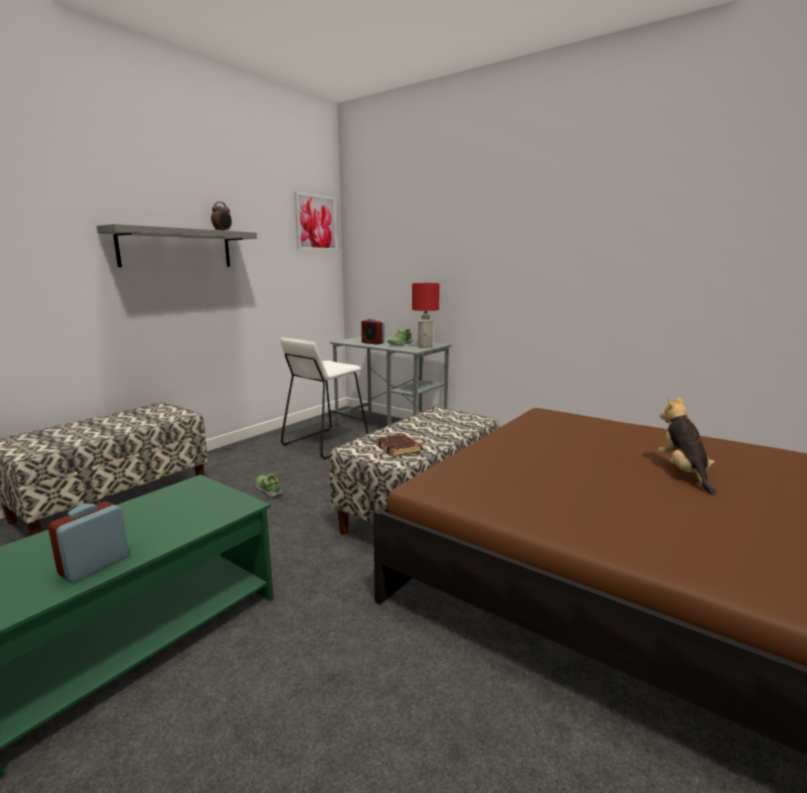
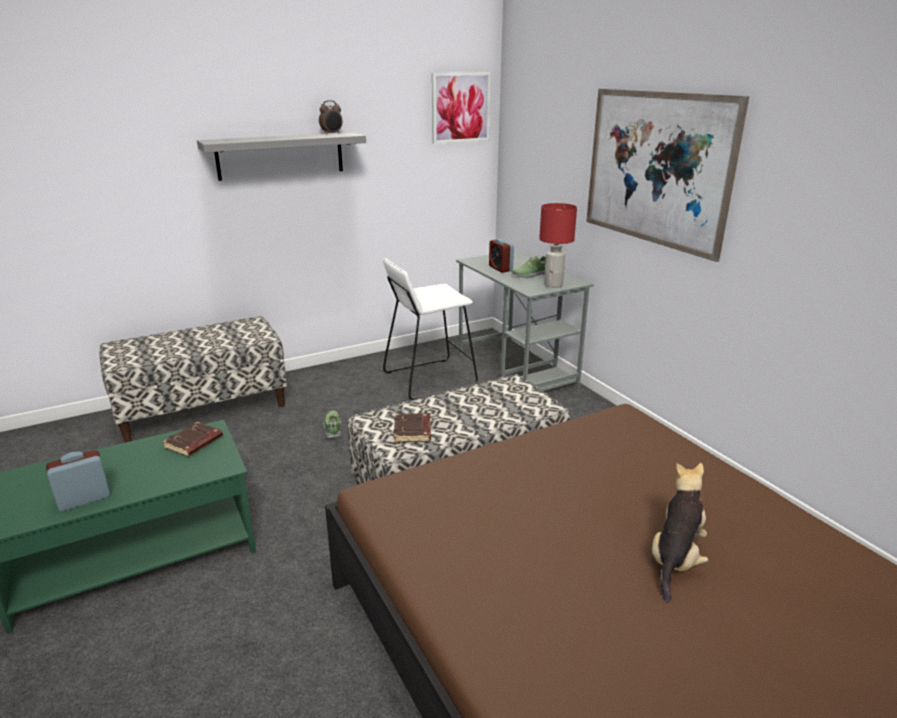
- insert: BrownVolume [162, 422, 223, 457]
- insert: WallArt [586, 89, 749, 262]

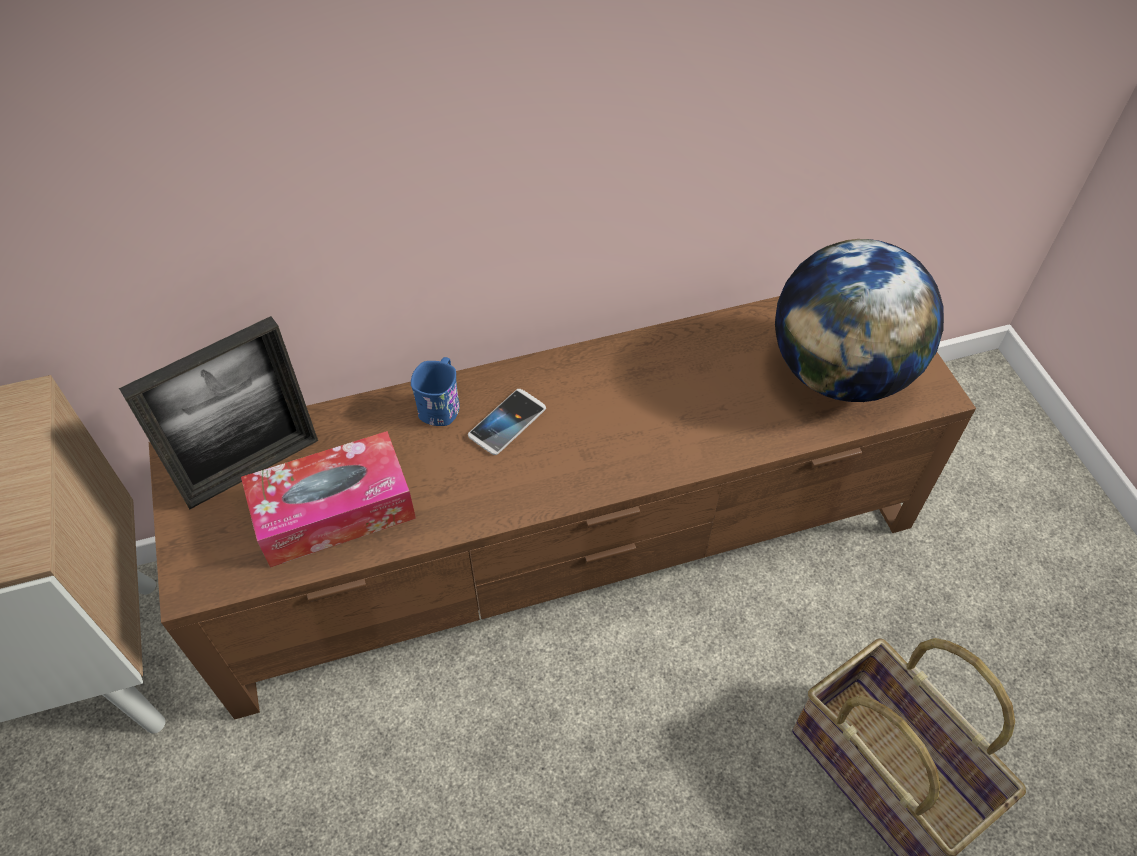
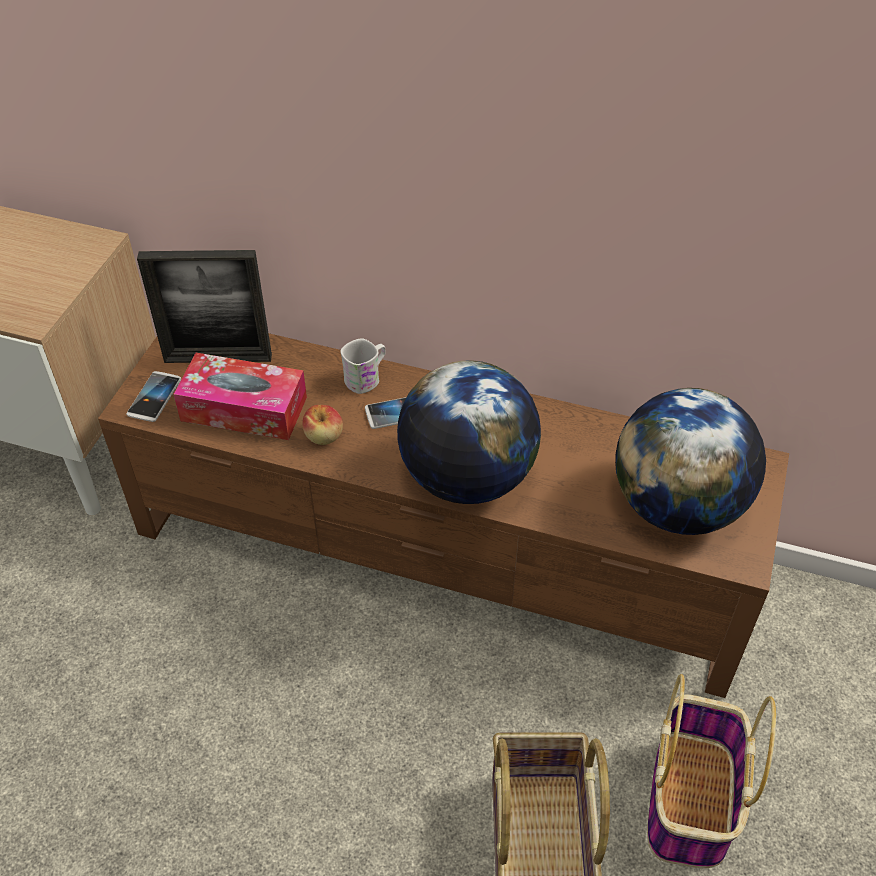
- insert: Handset [126, 371, 181, 422]
- insert: AppleFruit [302, 405, 343, 445]
- recolor: BlueMug [411, 357, 460, 426] to WhiteMug [340, 338, 385, 394]
- insert: WorldGlobe [397, 360, 541, 504]
- insert: HouseholdBasket [647, 674, 776, 868]

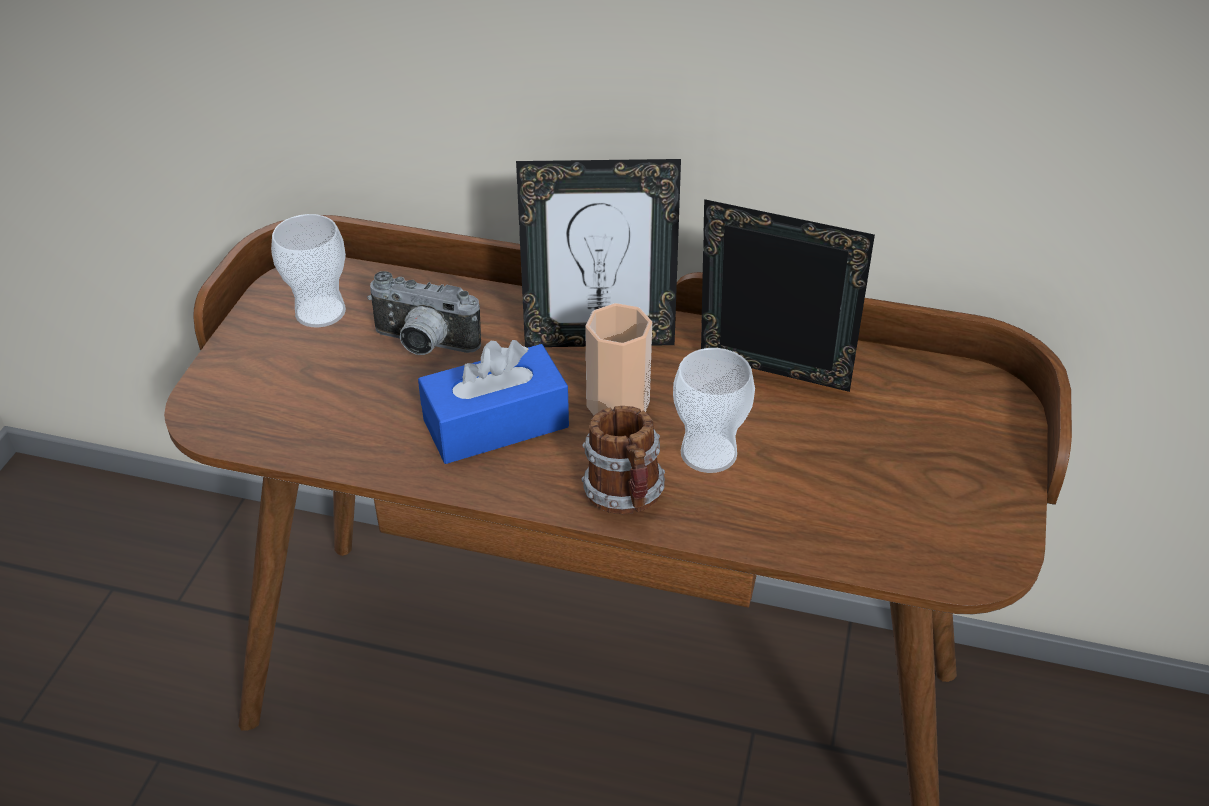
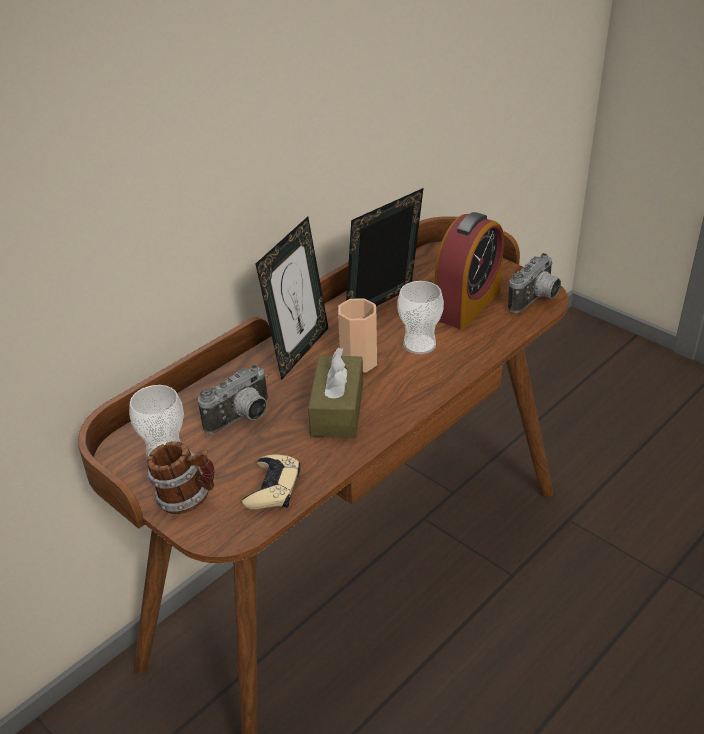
- move: Mug [581, 406, 665, 514] to [147, 442, 215, 514]
- insert: BeigeGamepad [242, 454, 300, 510]
- recolor: BlueTissueHolder [418, 340, 569, 464] to BrownTissueHolder [308, 347, 363, 438]
- insert: AlarmClock [435, 212, 504, 329]
- insert: PhotoCamera [508, 253, 561, 313]

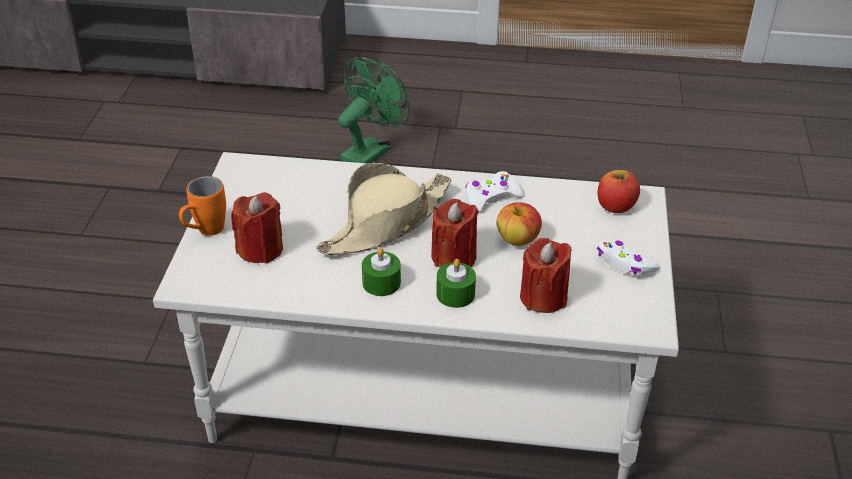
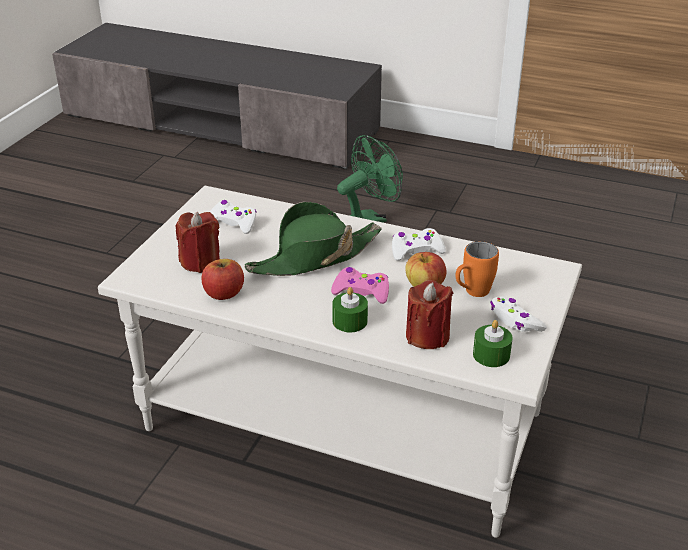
- move: AppleFruit [597, 170, 640, 213] to [201, 259, 244, 300]
- insert: WhiteGamepad [210, 200, 256, 234]
- recolor: BeigeHat [316, 163, 451, 255] to GreenHat [245, 202, 381, 276]
- replace: ReddishCandle [431, 199, 479, 267] to PinkColouredGamepad [331, 267, 389, 304]
- move: OrangeyMug [179, 176, 226, 236] to [456, 241, 499, 297]
- move: GreenCandle [362, 248, 401, 296] to [473, 320, 513, 367]

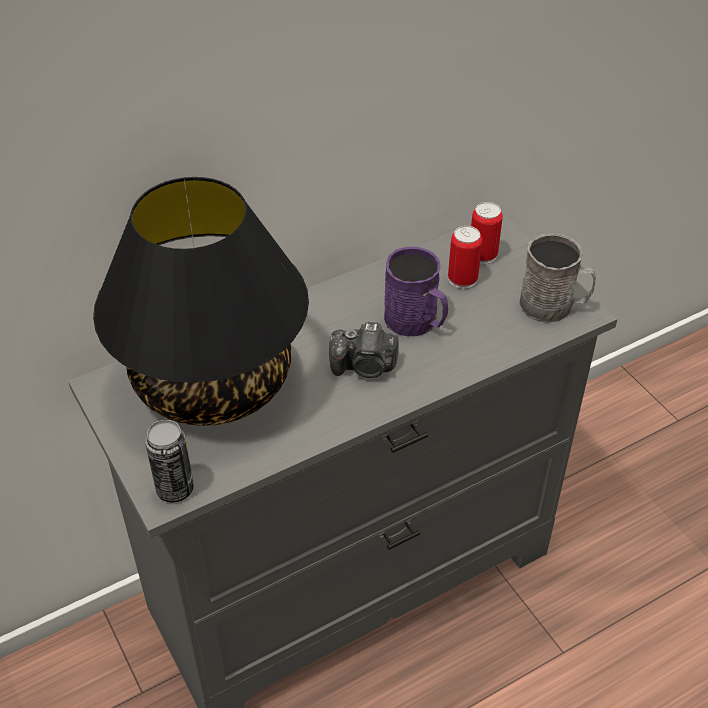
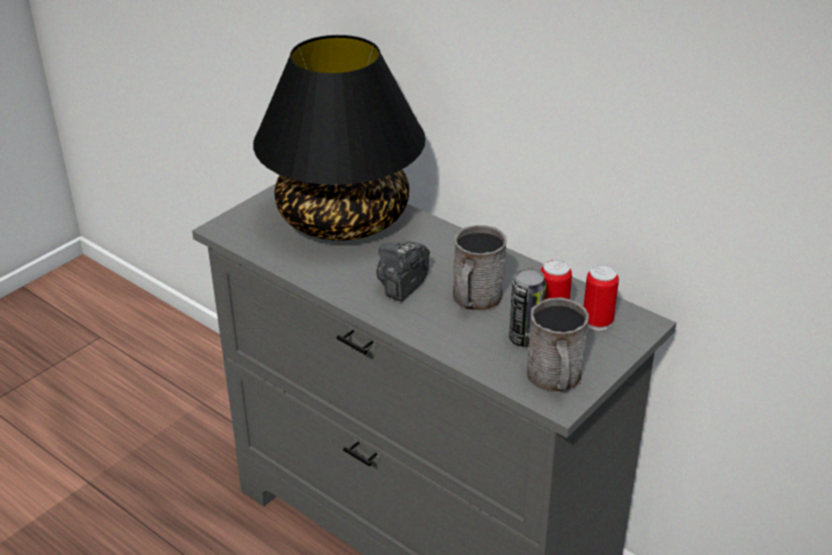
- rotate: PhotoCamera [329, 322, 399, 378] = [376, 241, 430, 302] 45 degrees clockwise
- recolor: PurpleColouredMug [384, 246, 448, 336] to GreyMug [453, 225, 507, 312]
- move: Can [145, 420, 194, 502] to [509, 268, 546, 347]

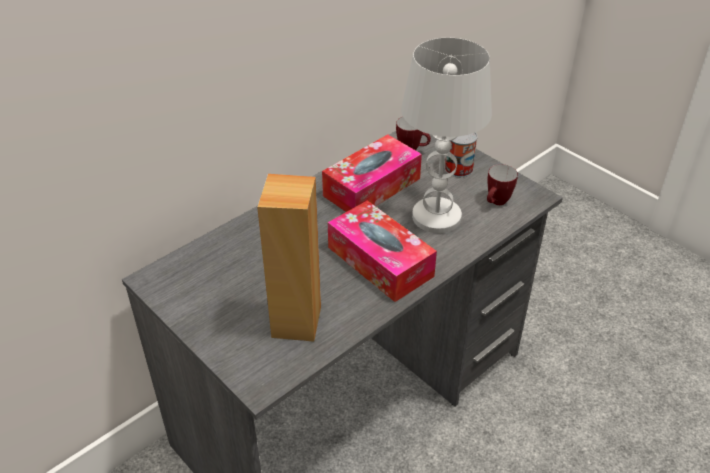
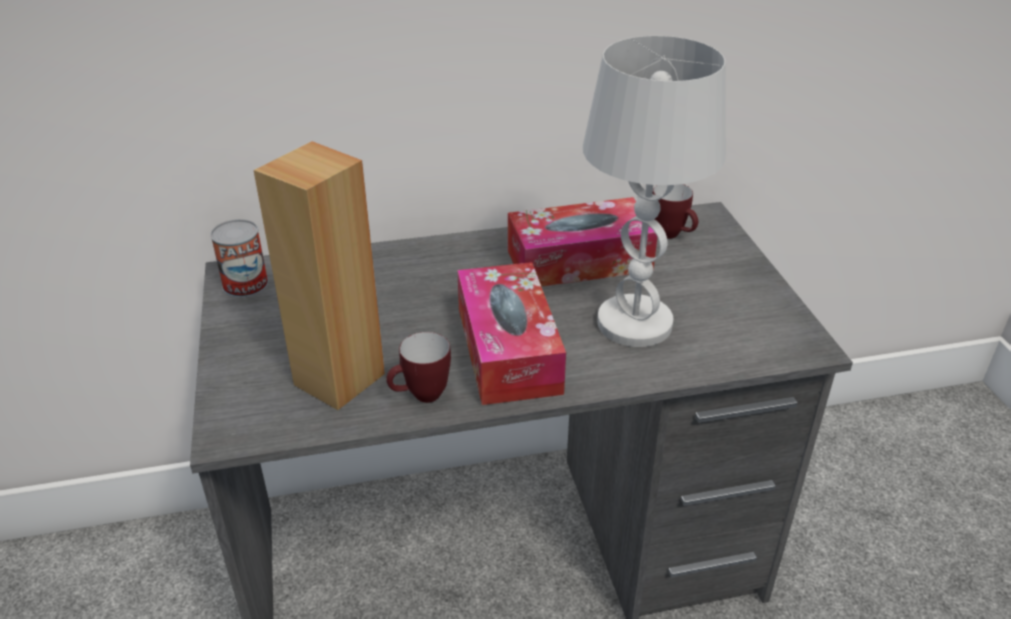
- move: Can [444, 133, 478, 177] to [210, 219, 268, 298]
- move: Mug [487, 164, 518, 205] to [386, 332, 451, 403]

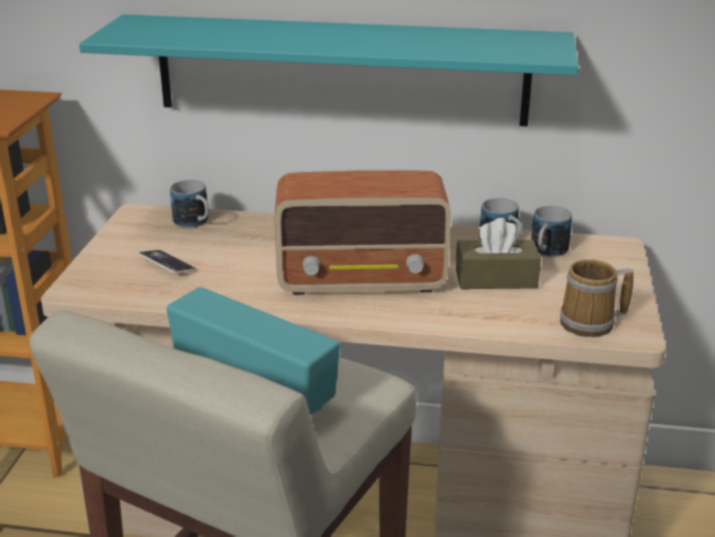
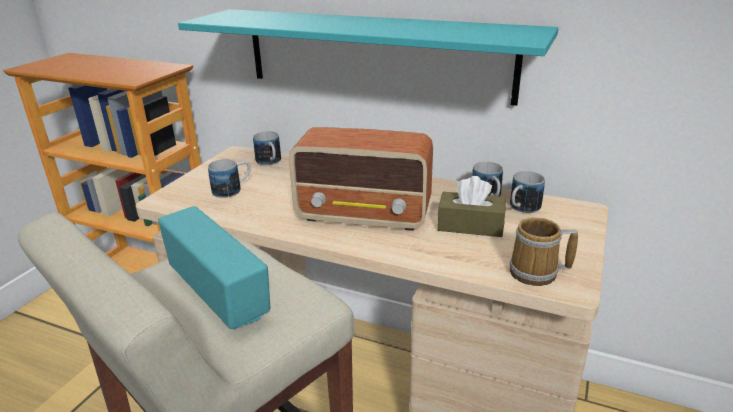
- replace: Handset [138, 250, 197, 274] to Mug [208, 159, 251, 198]

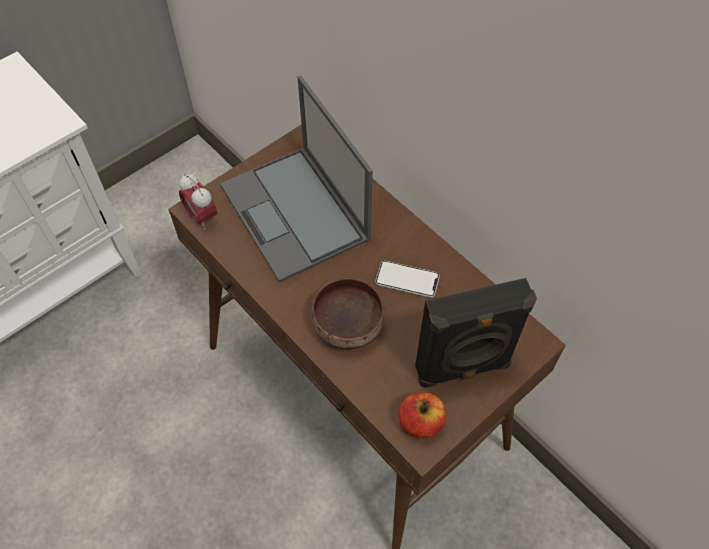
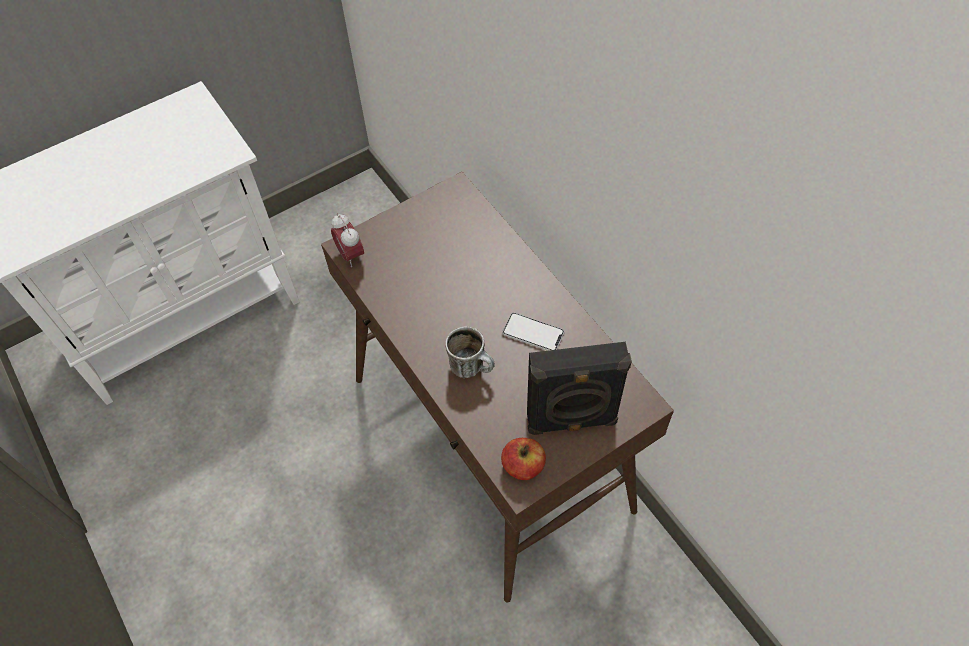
- replace: BrownServingBowl [311, 278, 385, 349] to Mug [445, 326, 495, 378]
- delete: NotebookComputer [220, 75, 373, 282]

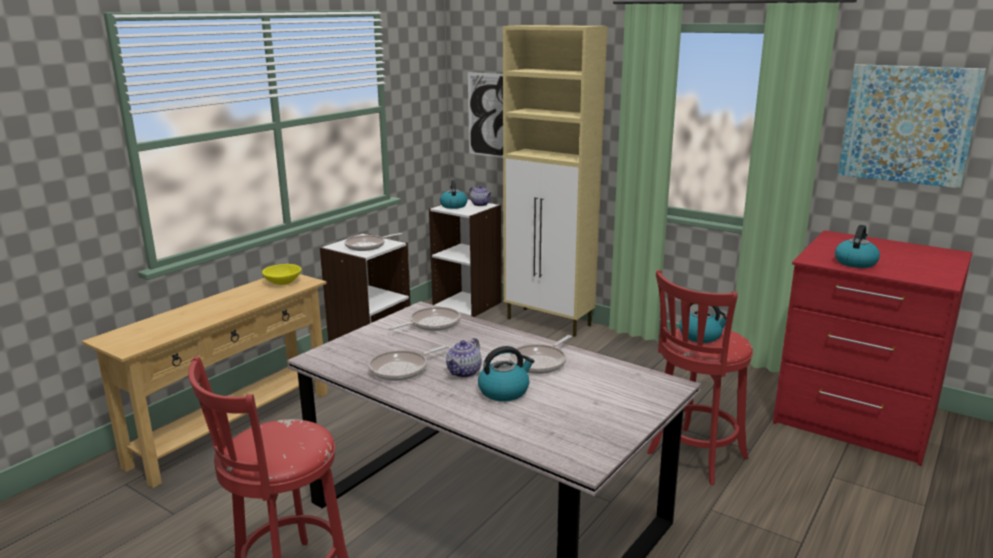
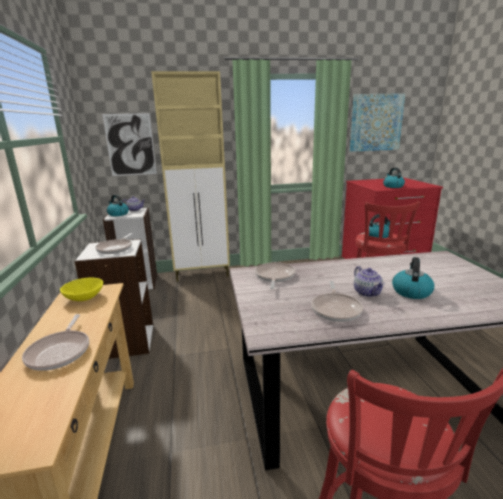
- move: Pan [509, 335, 572, 374] to [22, 314, 89, 371]

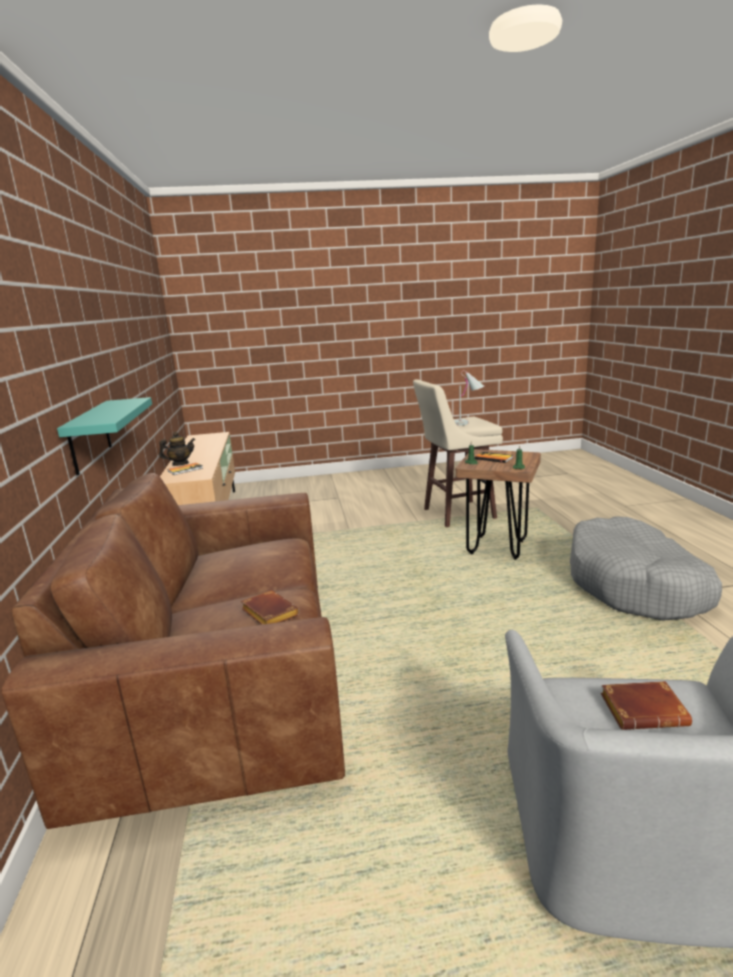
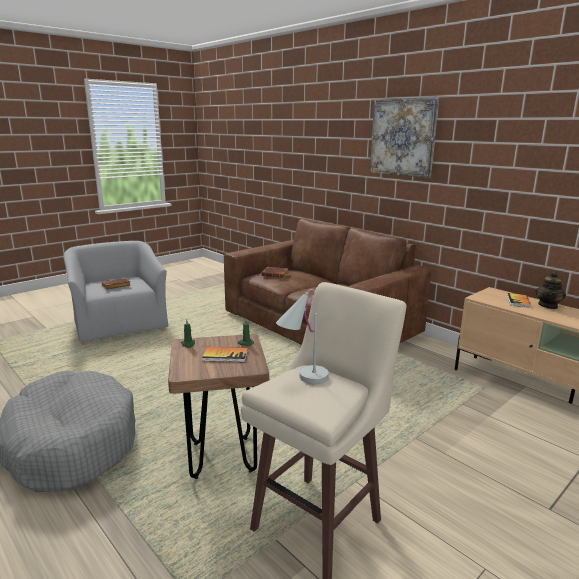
- insert: WallArt [370, 98, 439, 178]
- delete: TurquoiseBracketShelf [57, 397, 152, 475]

